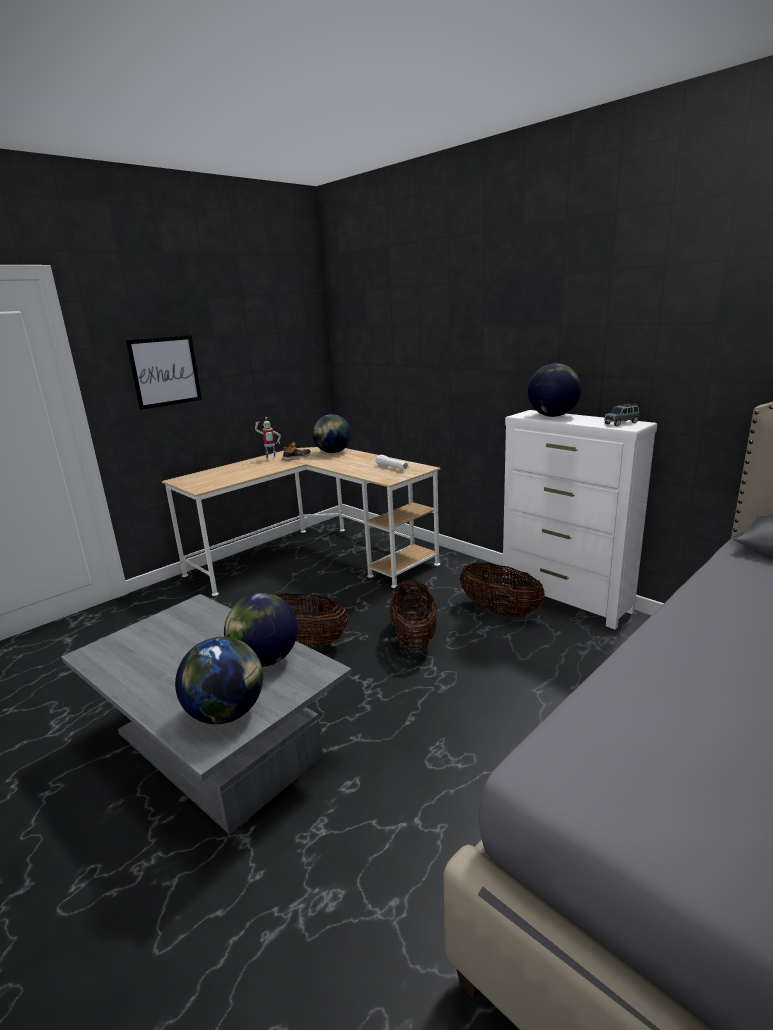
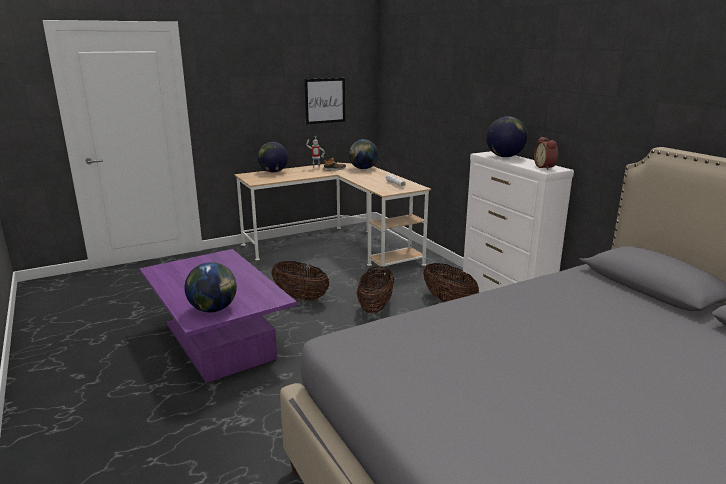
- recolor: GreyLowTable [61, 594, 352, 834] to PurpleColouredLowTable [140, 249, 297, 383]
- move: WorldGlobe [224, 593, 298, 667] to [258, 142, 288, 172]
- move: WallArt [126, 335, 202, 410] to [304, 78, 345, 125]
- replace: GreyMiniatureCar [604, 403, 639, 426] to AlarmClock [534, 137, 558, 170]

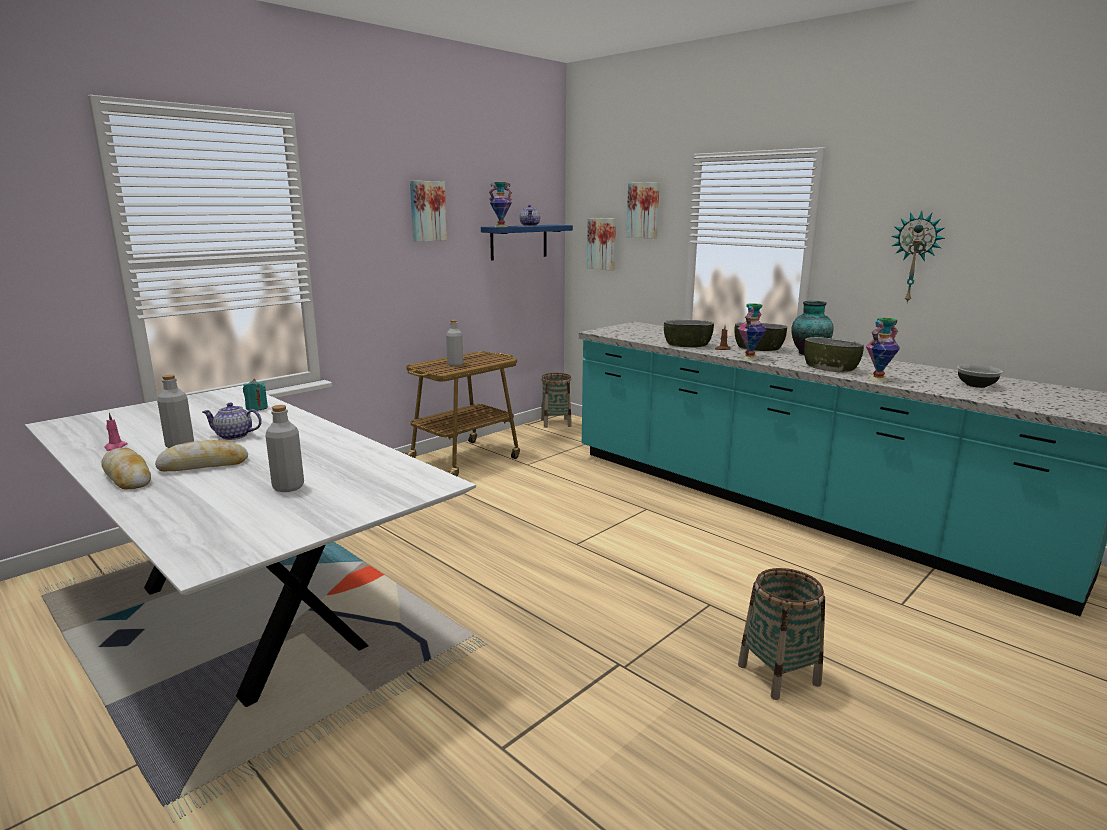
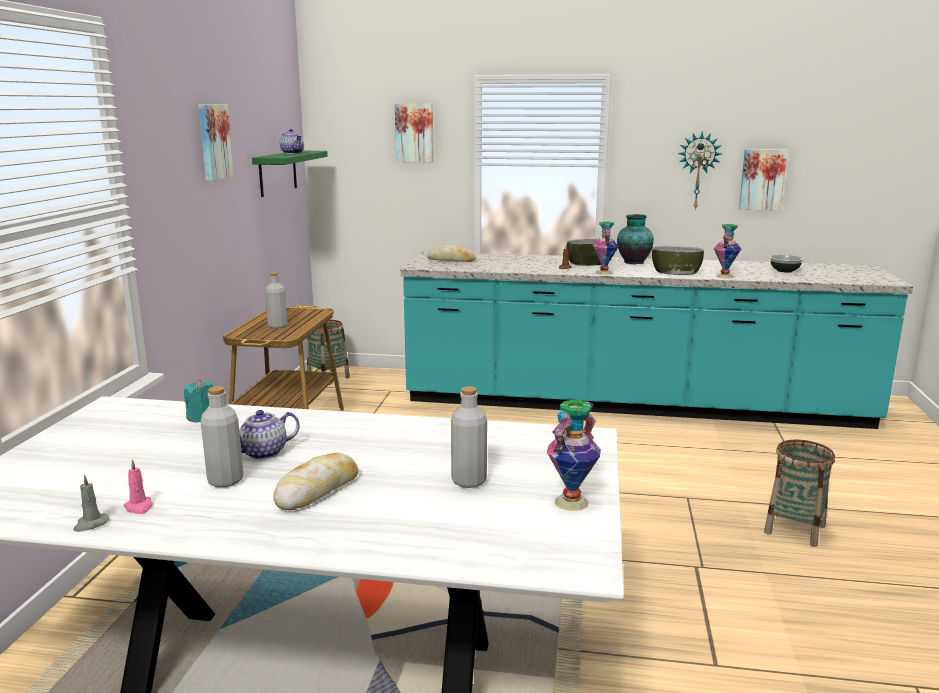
- insert: GreyCandle [73, 475, 109, 532]
- recolor: BlueBracketShelf [481, 225, 573, 261] to GreenBracketShelf [252, 151, 328, 197]
- move: BakeryBread [101, 447, 151, 489] to [427, 245, 476, 262]
- move: Vase [489, 182, 512, 227] to [547, 400, 601, 511]
- move: WallArt [587, 218, 616, 271] to [739, 149, 788, 211]
- delete: ServingBowl [664, 320, 714, 347]

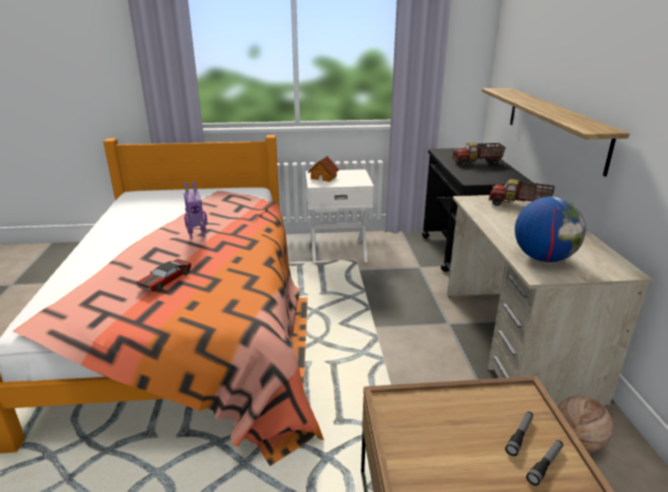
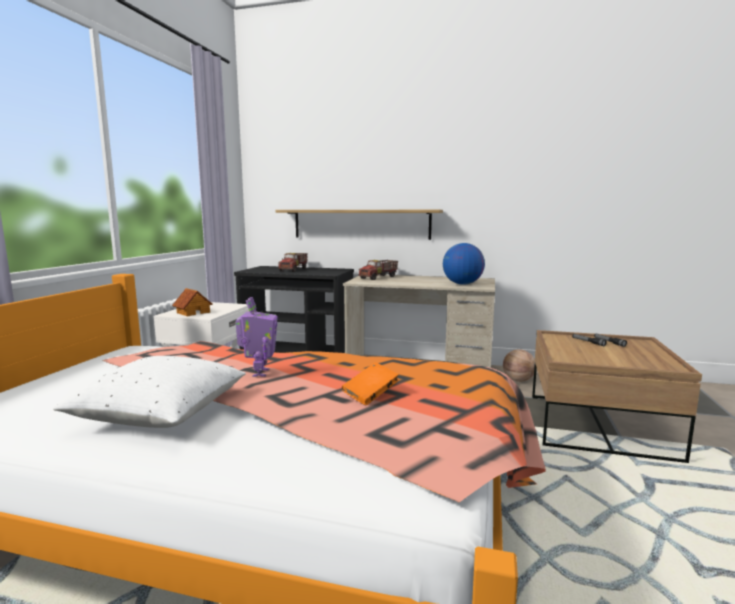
- insert: WhiteCushion [53, 356, 246, 428]
- replace: MiniatureCar [136, 259, 191, 292] to OrangeyVolume [342, 362, 399, 405]

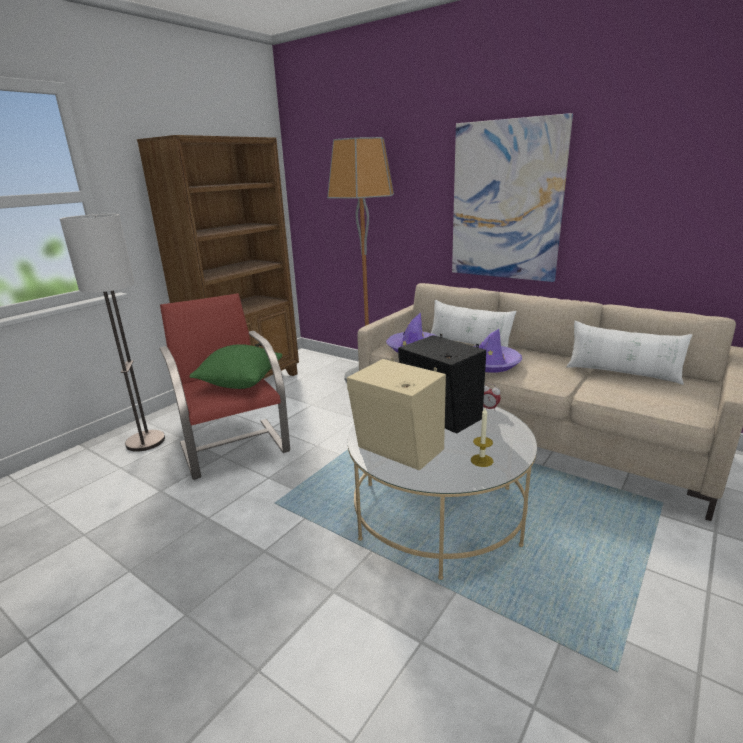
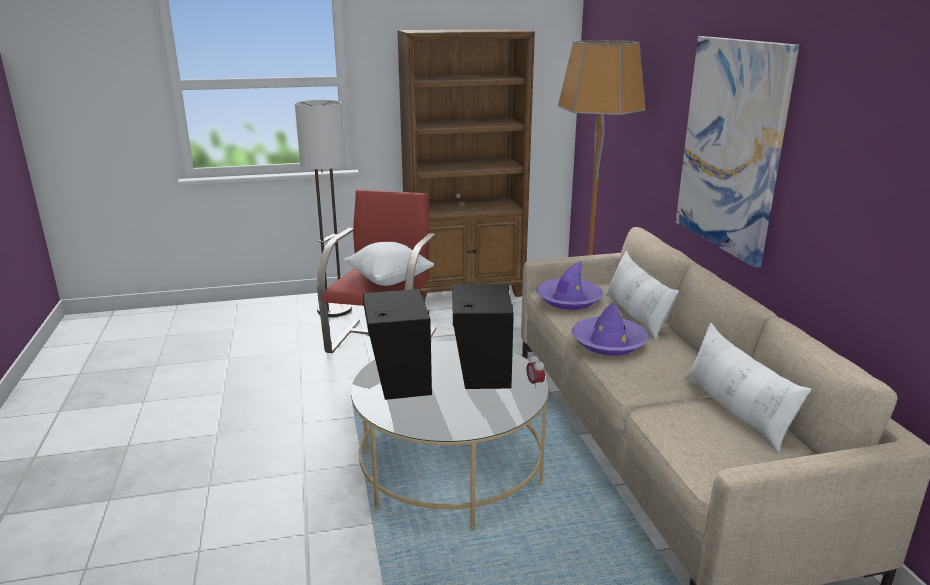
- recolor: GreenCushion [189, 344, 282, 389] to WhiteCushion [344, 242, 434, 286]
- recolor: BeigeLoudspeaker [347, 357, 446, 471] to BlackColouredLoudspeaker [363, 289, 432, 400]
- delete: Candle [471, 408, 493, 467]

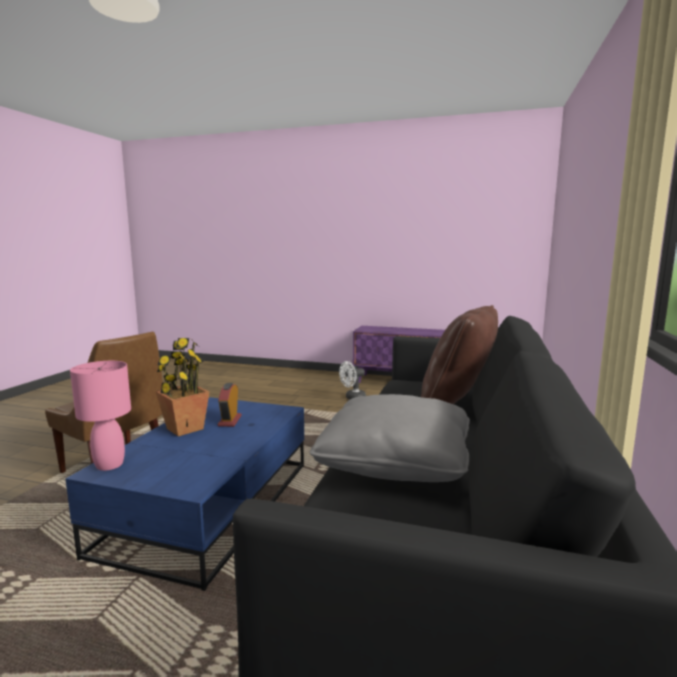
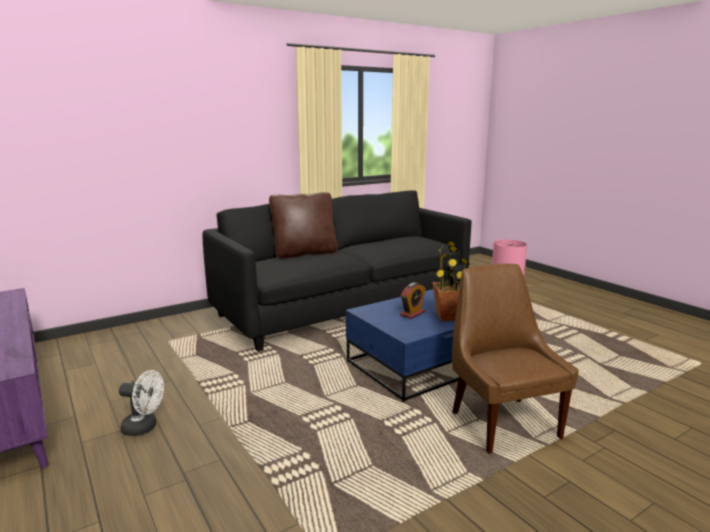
- delete: GreyCushion [310, 394, 470, 482]

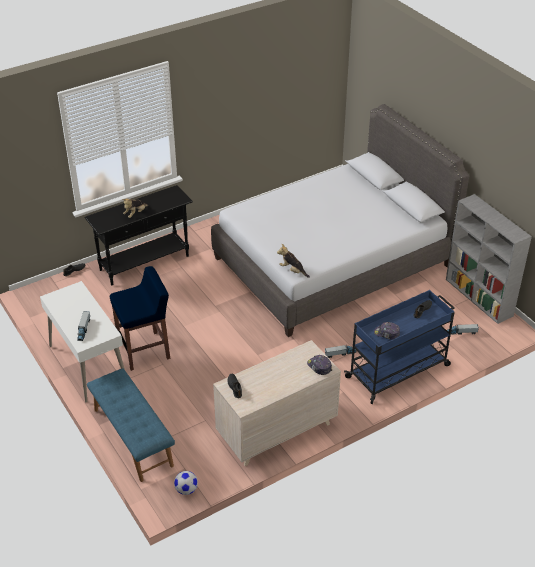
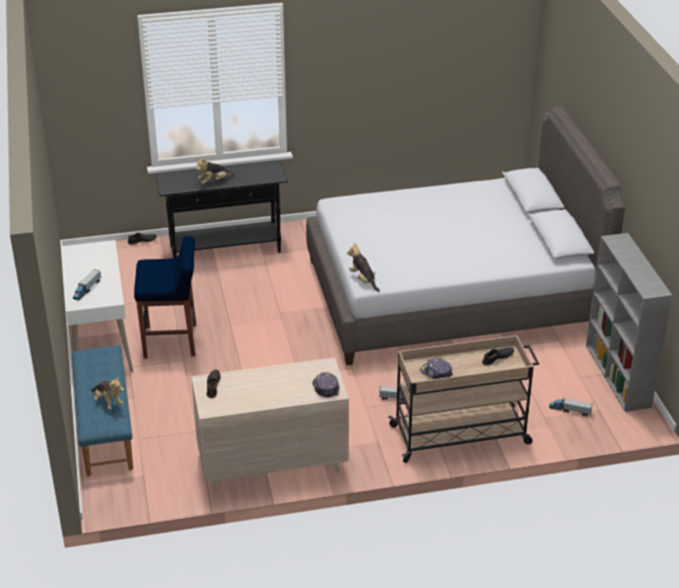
- insert: SoftToy [91, 376, 124, 409]
- recolor: BlueTrolley [344, 290, 455, 404] to BeigeTrolley [388, 335, 539, 463]
- delete: BallForFootball [174, 471, 198, 495]

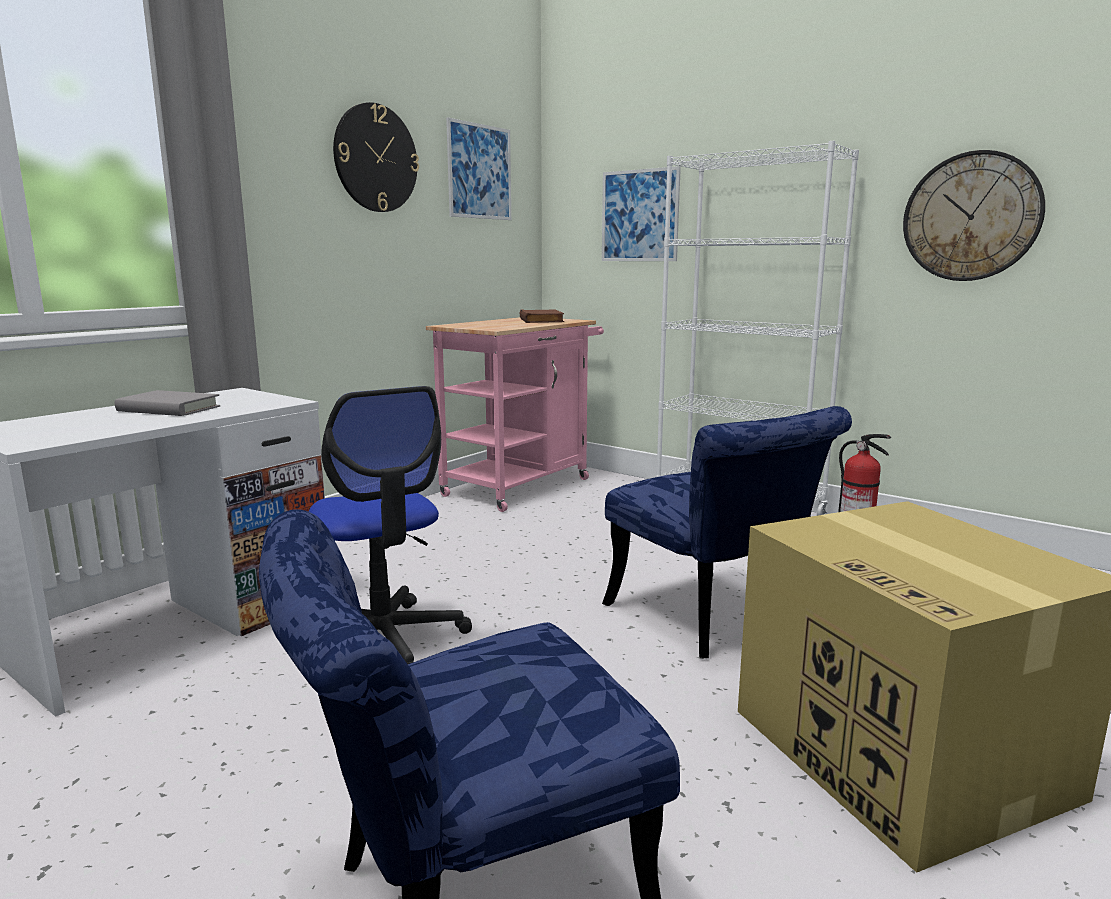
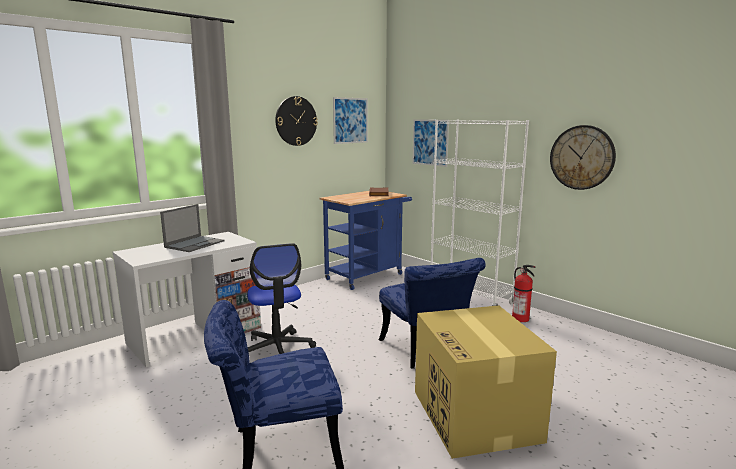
- replace: GreyVolume [115, 390, 220, 416] to NotebookComputer [160, 204, 225, 252]
- recolor: PinkColouredTrolley [426, 317, 604, 512] to BlueTrolley [319, 191, 412, 290]

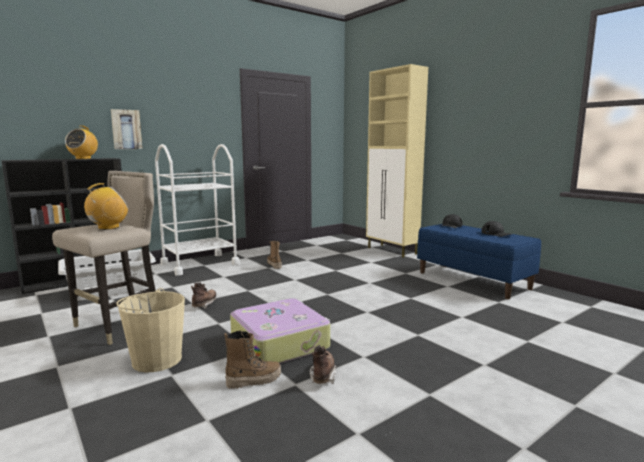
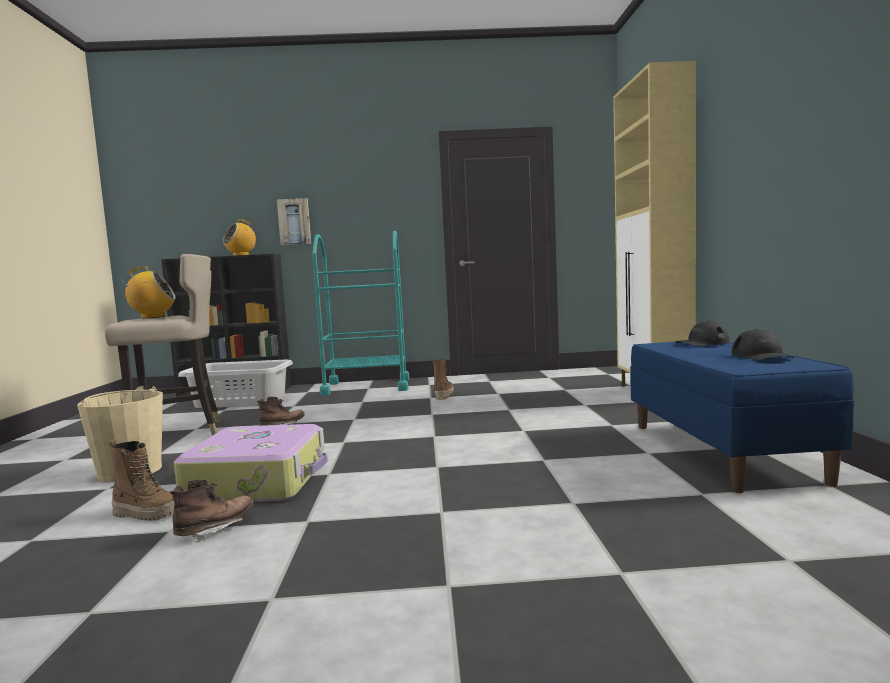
- recolor: WhiteTrolley [155, 144, 240, 276] to TurquoiseTrolley [312, 231, 409, 396]

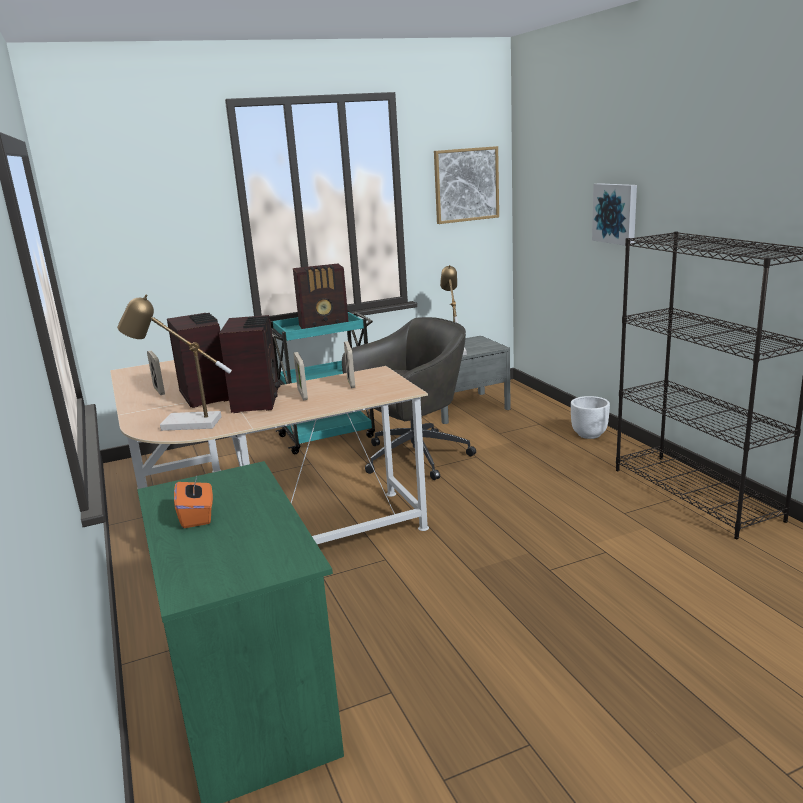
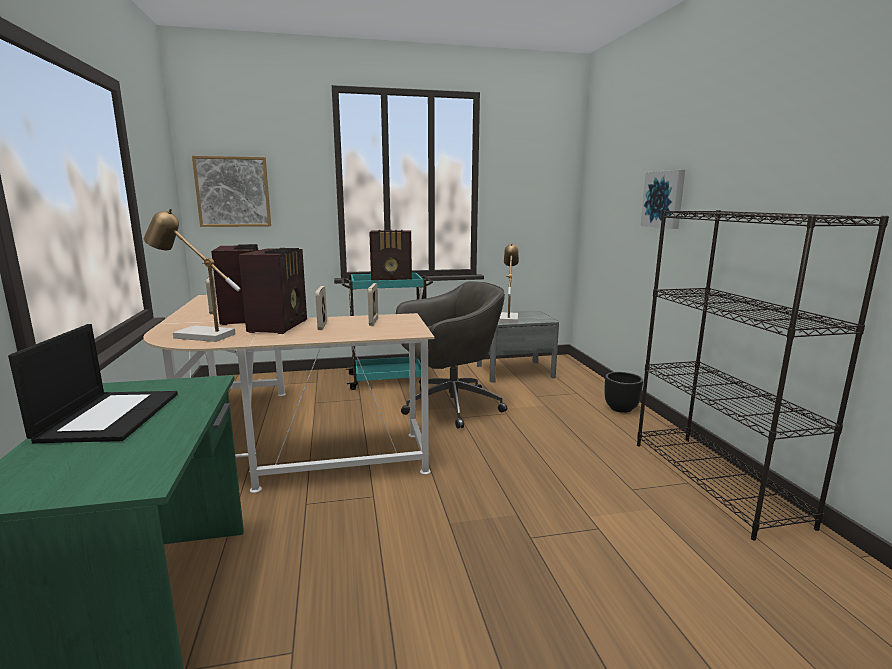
- replace: OrangeyTissueHolder [174, 475, 213, 528] to NotebookComputer [8, 324, 178, 443]
- move: WallArt [434, 146, 499, 224] to [192, 156, 271, 227]
- recolor: WhiteFlowerPot [571, 396, 610, 439] to BlackColouredFlowerPot [605, 372, 643, 413]

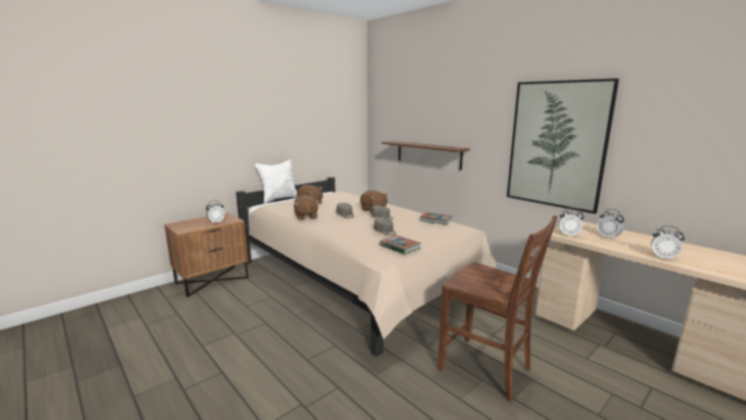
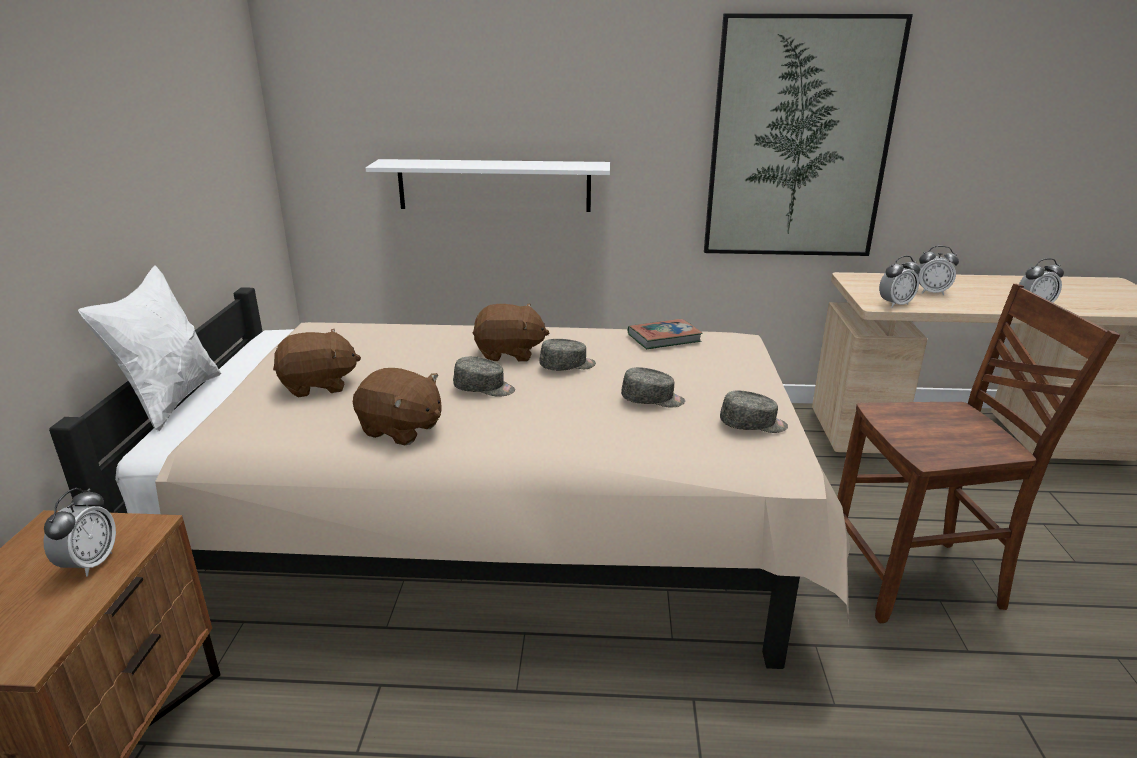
- recolor: BrownBracketShelf [382, 141, 470, 170] to WhiteBracketShelf [365, 159, 610, 212]
- replace: Volume [380, 235, 421, 254] to GreyBaseballCap [720, 390, 788, 433]

